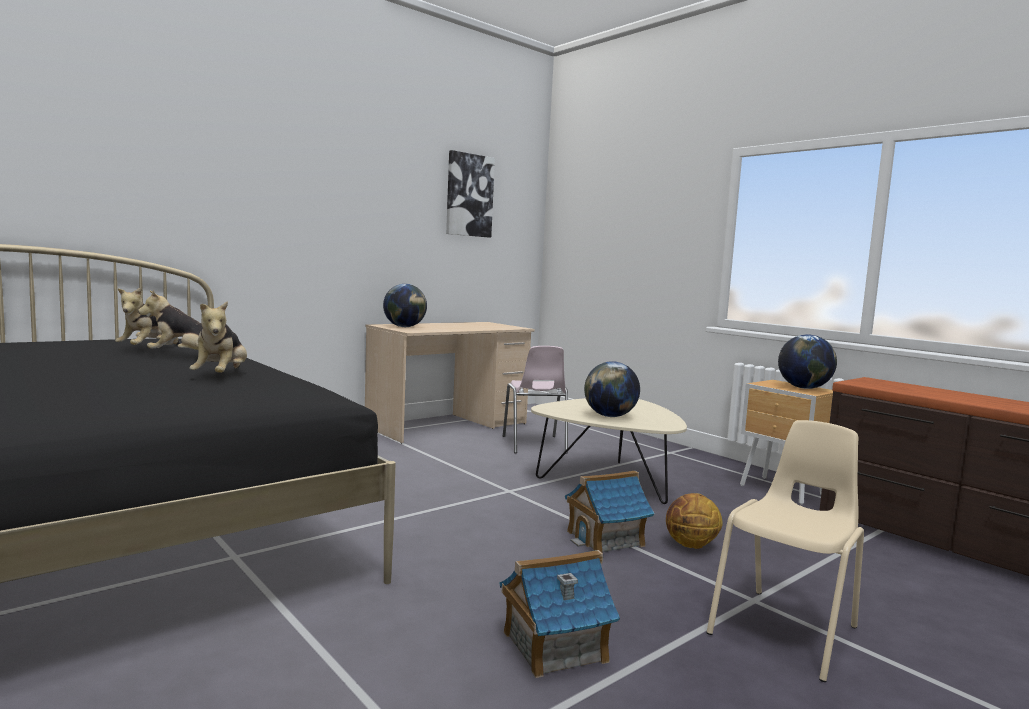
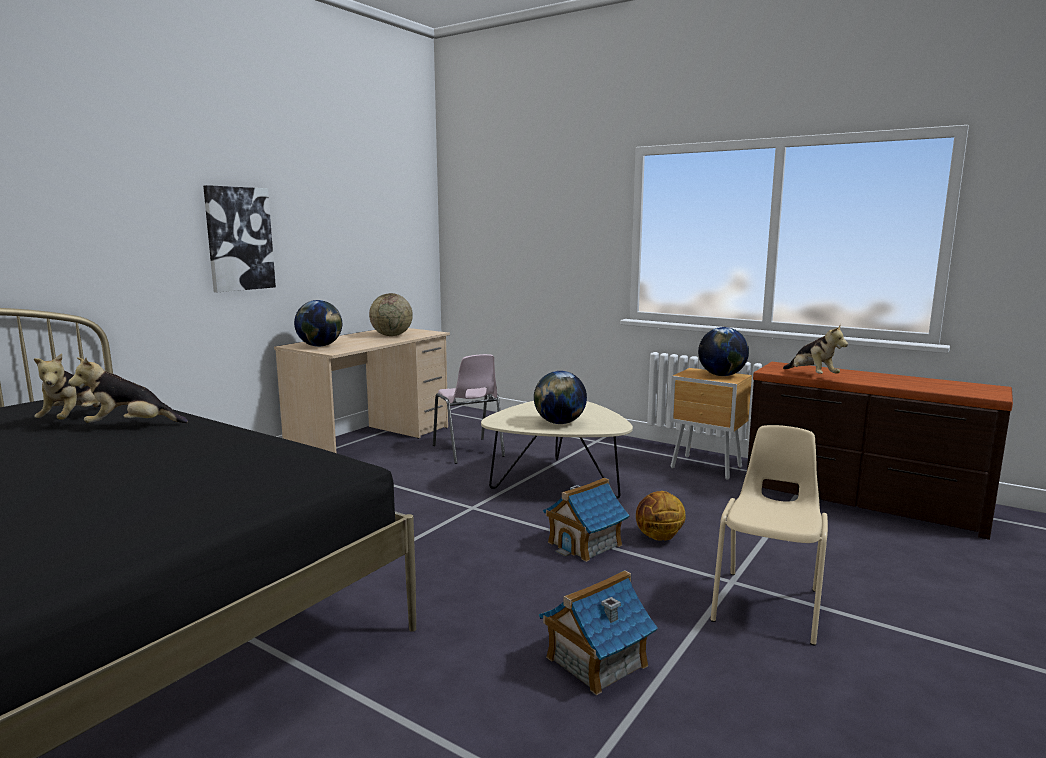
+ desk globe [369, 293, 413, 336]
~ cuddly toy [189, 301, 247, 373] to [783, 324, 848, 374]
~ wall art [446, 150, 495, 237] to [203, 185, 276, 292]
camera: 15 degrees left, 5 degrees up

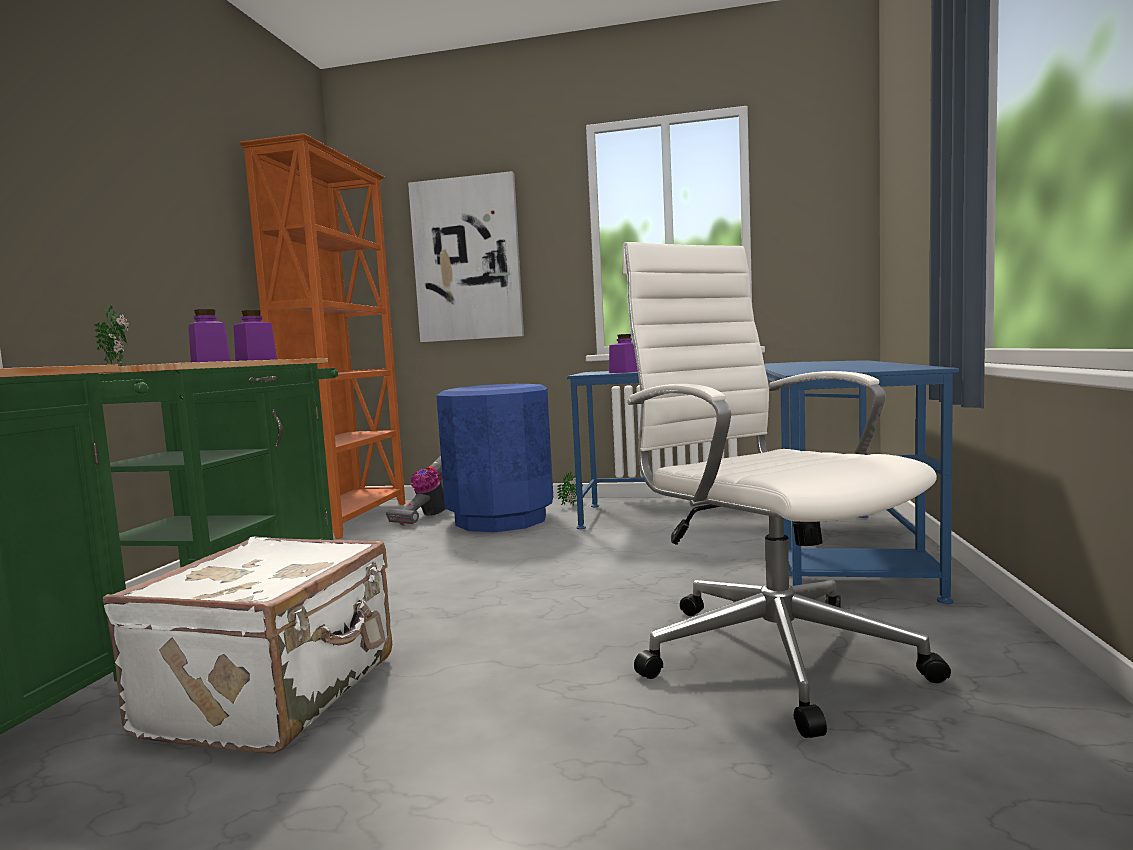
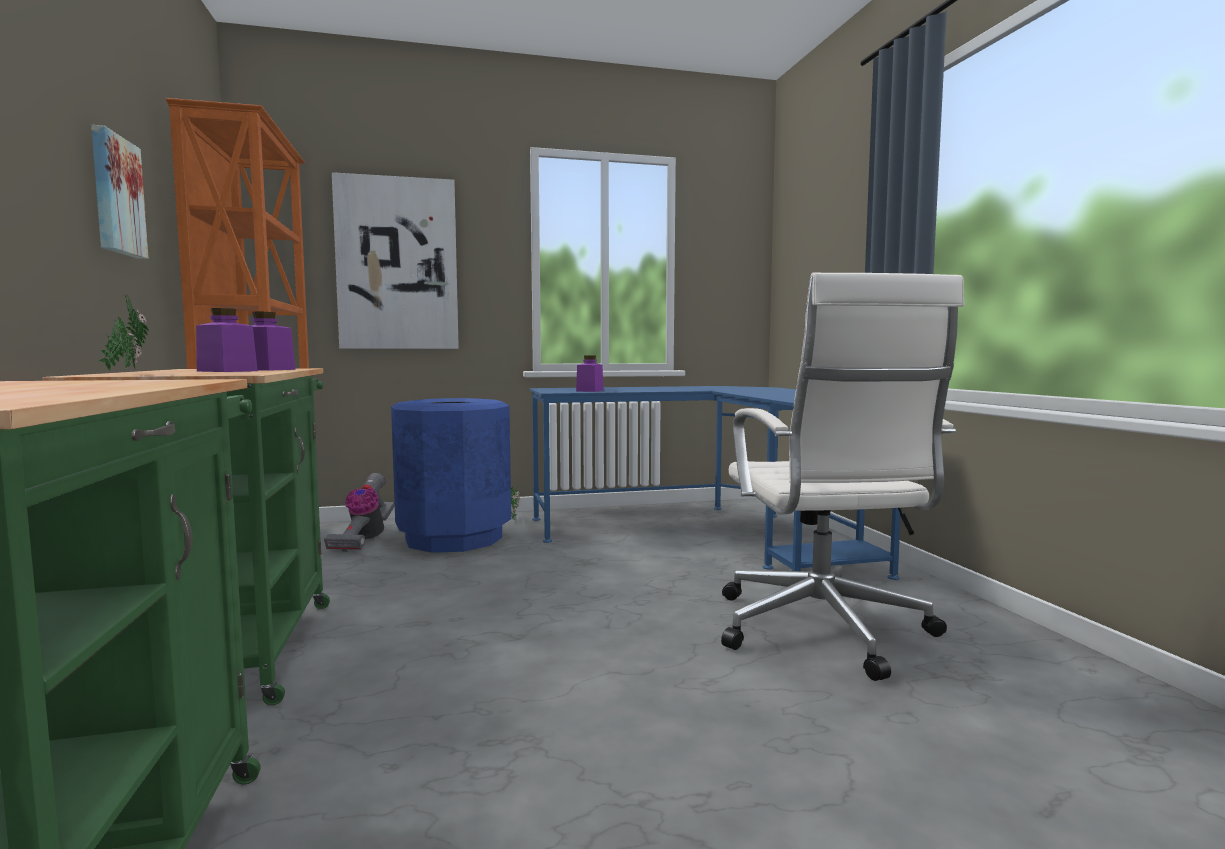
- white-coloured piece of luggage [103, 536, 392, 754]
+ wall art [91, 125, 148, 259]
~ white-coloured desk chair [622, 242, 951, 738] = [721, 272, 964, 681] 135 degrees counterclockwise
camera: 25 degrees left, 0 degrees up

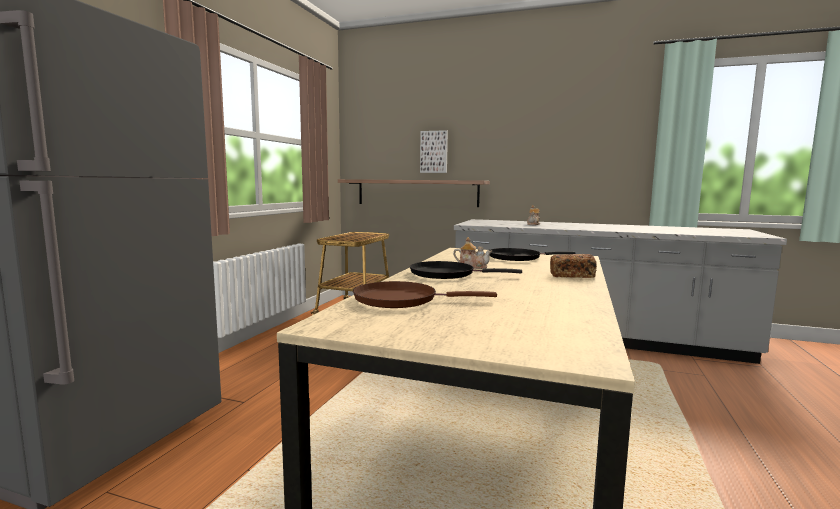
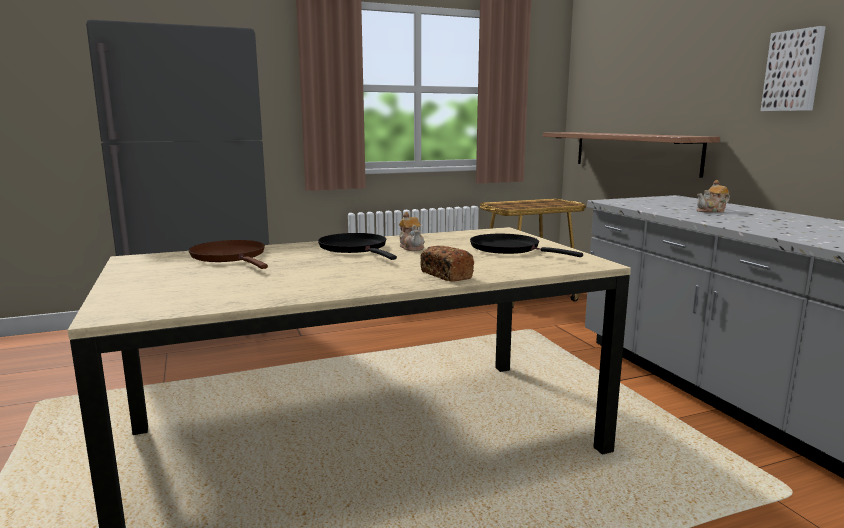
~ wall art [420, 130, 448, 173] to [761, 26, 826, 111]
camera: 50 degrees right, 5 degrees up

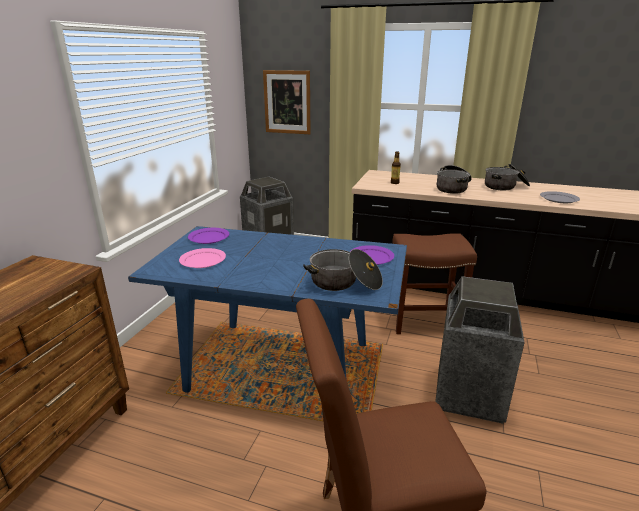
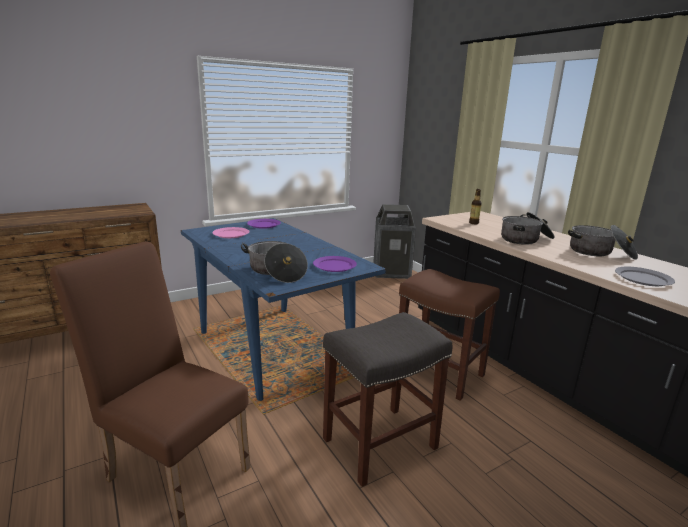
- wall art [263, 70, 310, 134]
~ trash can [435, 276, 525, 424] to grey stool seat [323, 312, 452, 487]
camera: 40 degrees right, 5 degrees down

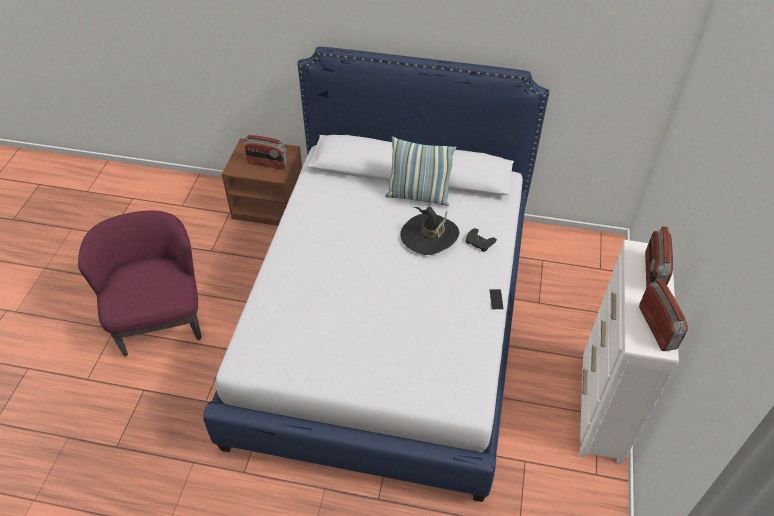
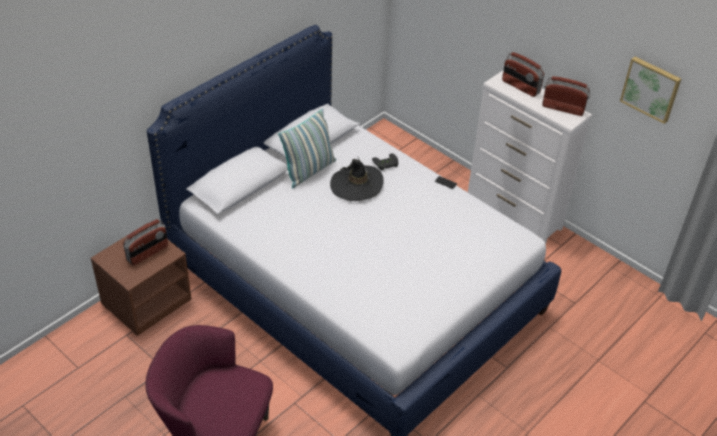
+ wall art [620, 57, 681, 124]
camera: 60 degrees left, 5 degrees down

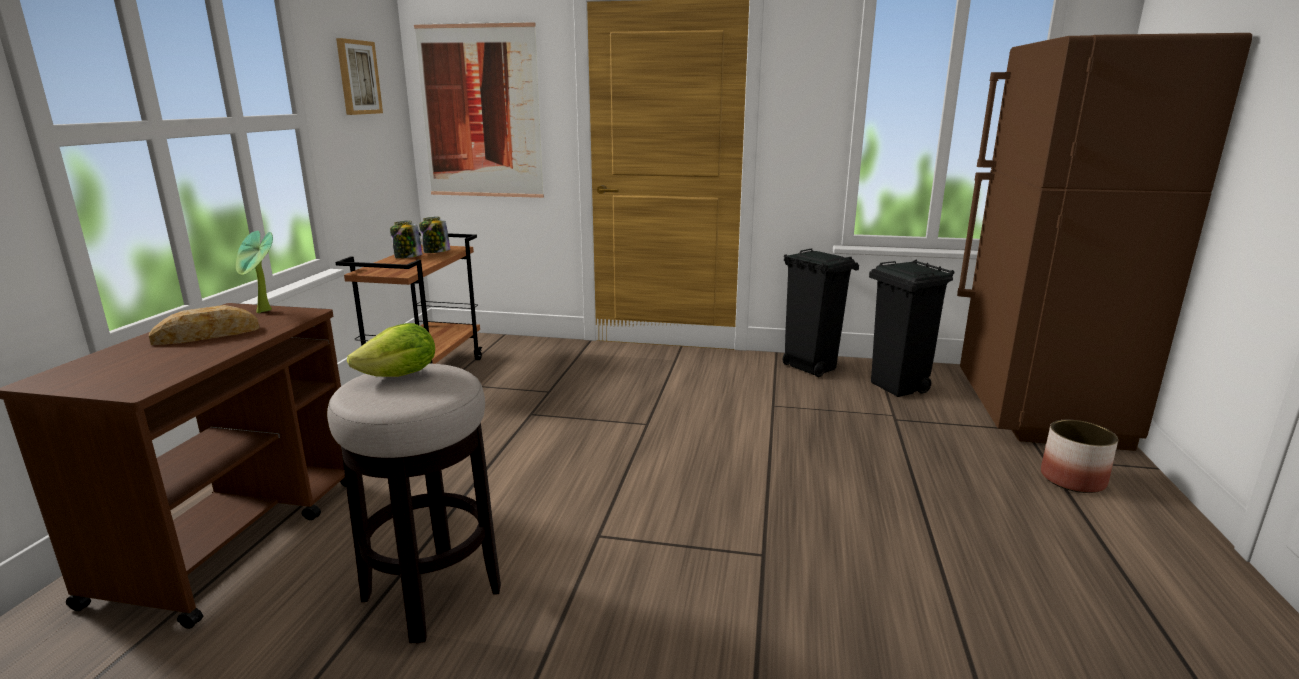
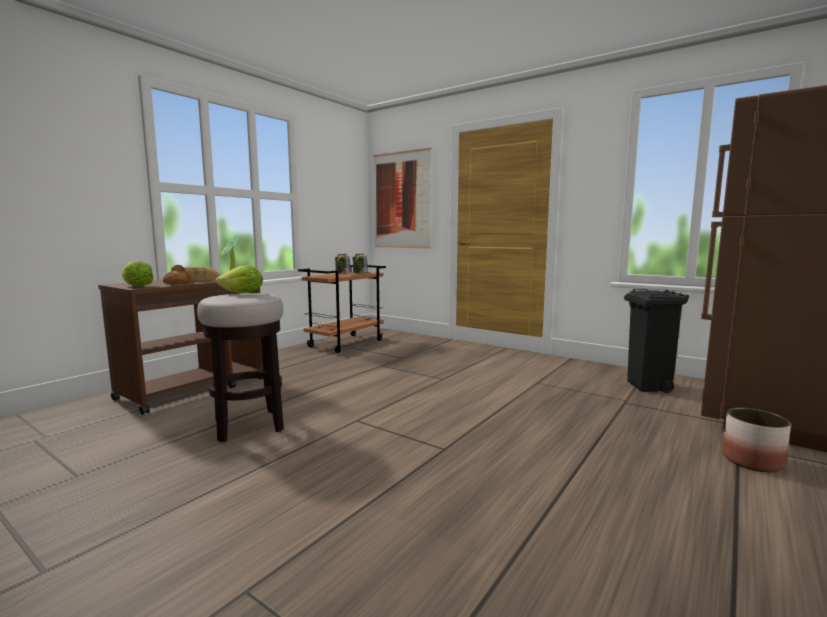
- wall art [336, 38, 383, 115]
- black trash can [783, 248, 859, 377]
+ head of lettuce [122, 261, 154, 286]
+ bread [163, 265, 191, 284]
camera: 25 degrees right, 10 degrees down

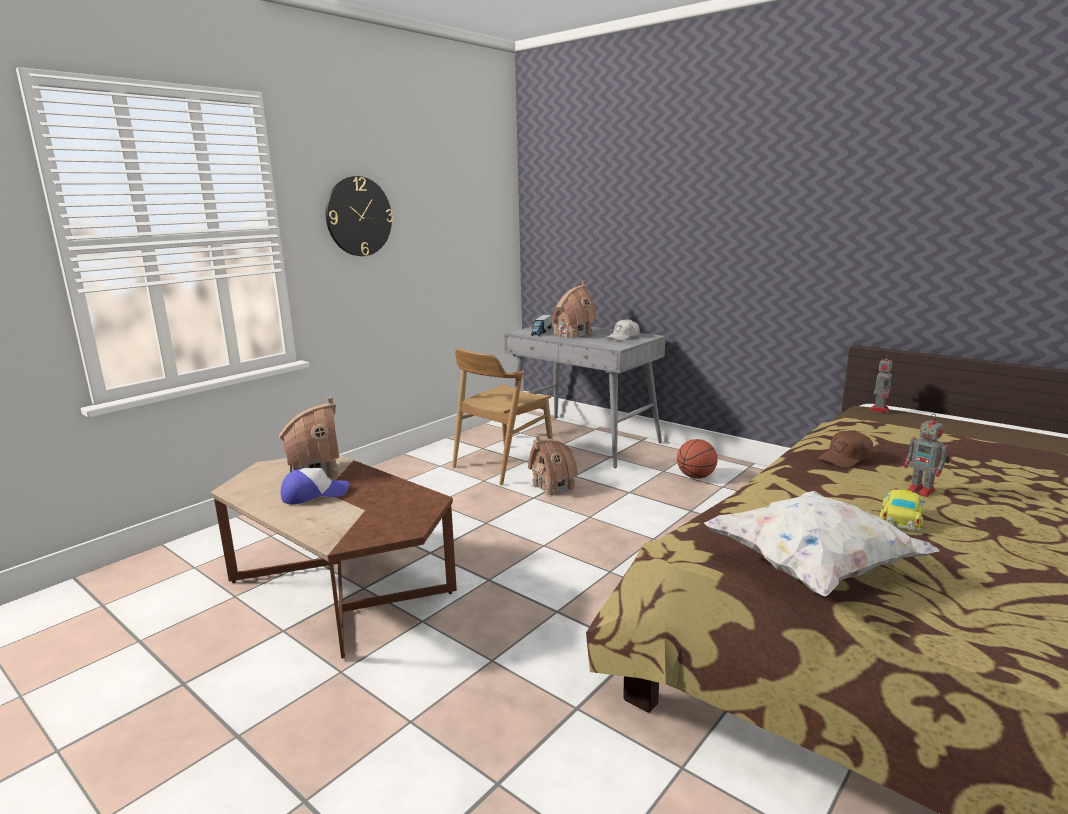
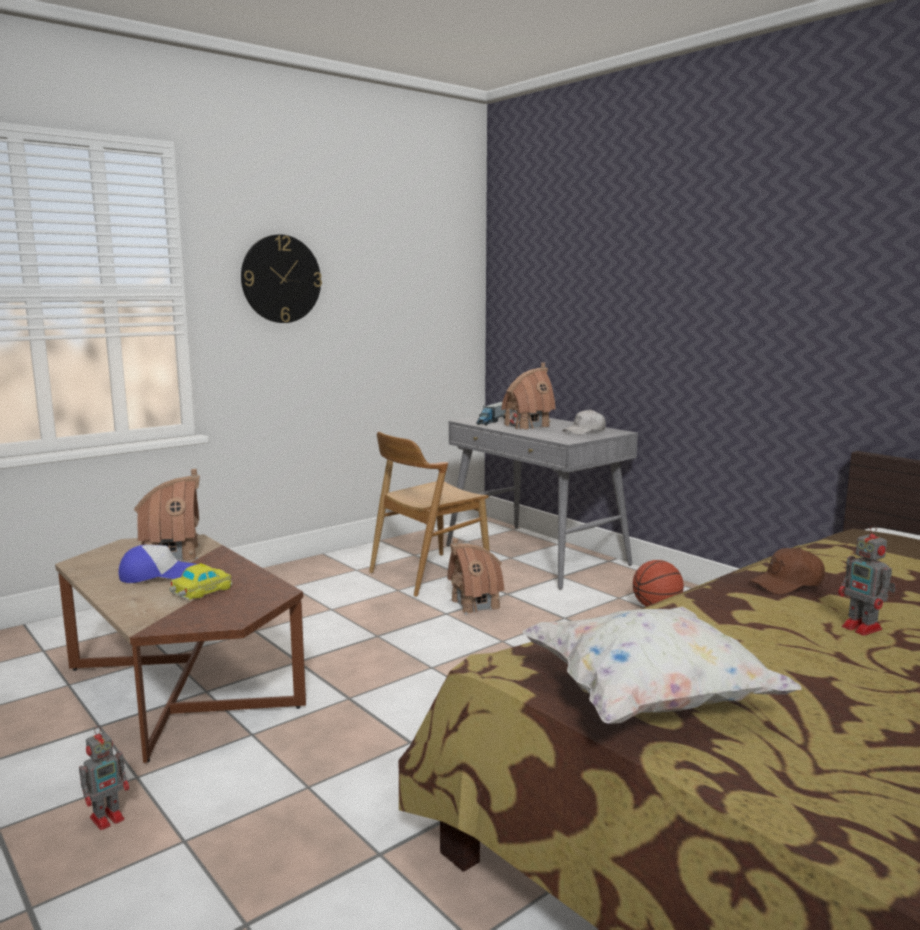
~ toy robot [870, 354, 893, 413] to [79, 726, 129, 830]
~ miniature car [880, 489, 925, 531] to [169, 563, 232, 600]
camera: 10 degrees right, 5 degrees down

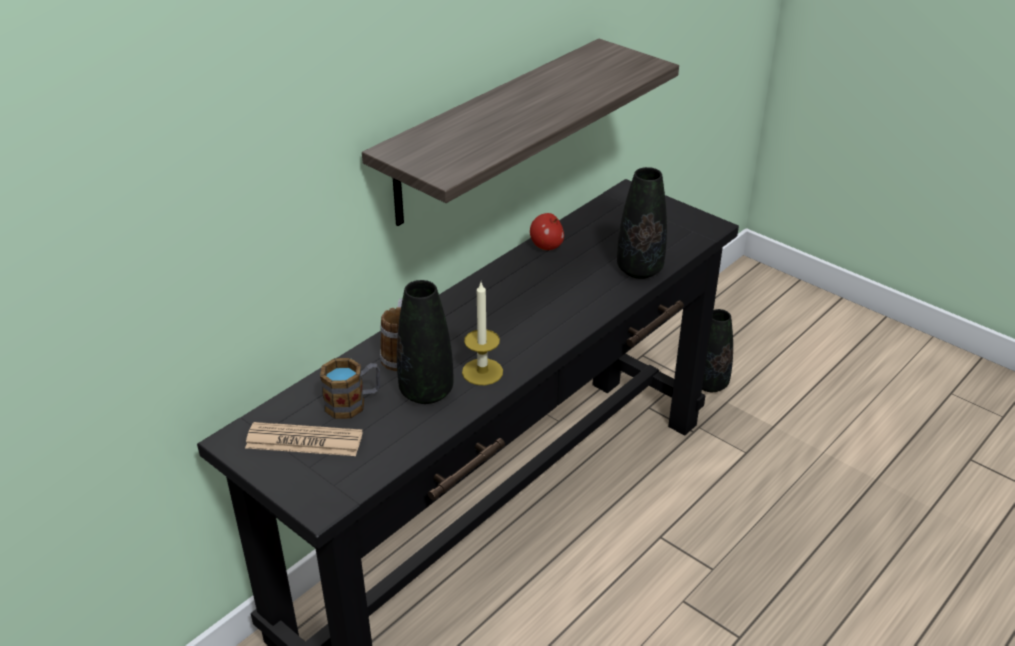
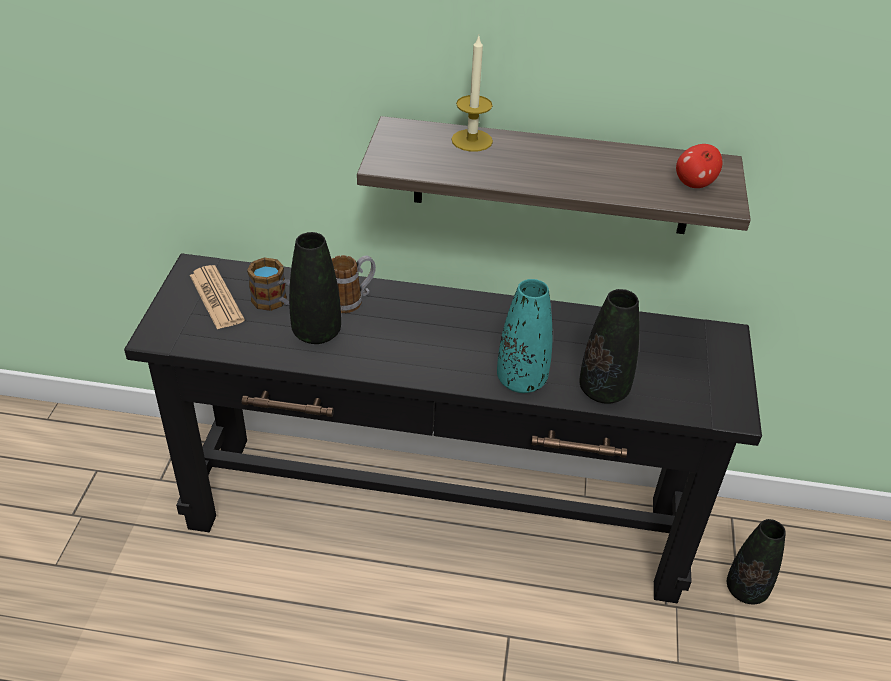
+ turquoise vase [497, 279, 553, 393]
~ candle [462, 282, 503, 385] to [451, 36, 493, 152]
~ whole apple [530, 213, 564, 250] to [676, 144, 722, 188]
camera: 55 degrees right, 5 degrees up

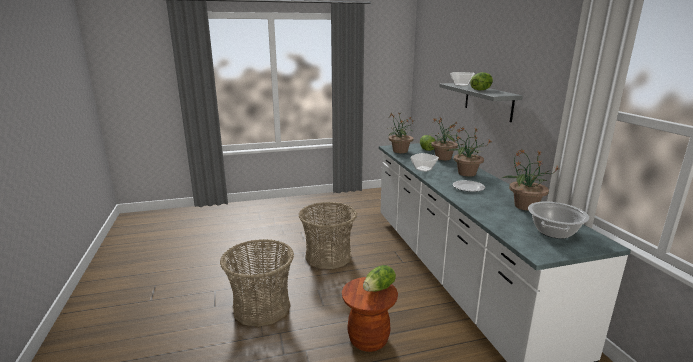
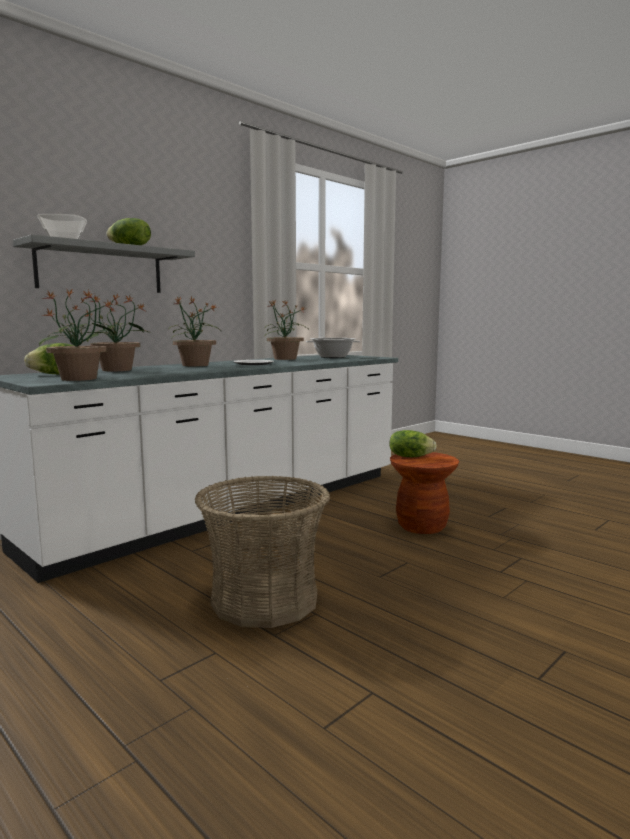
- basket [220, 239, 294, 327]
- bowl [410, 153, 439, 172]
camera: 120 degrees left, 10 degrees down

